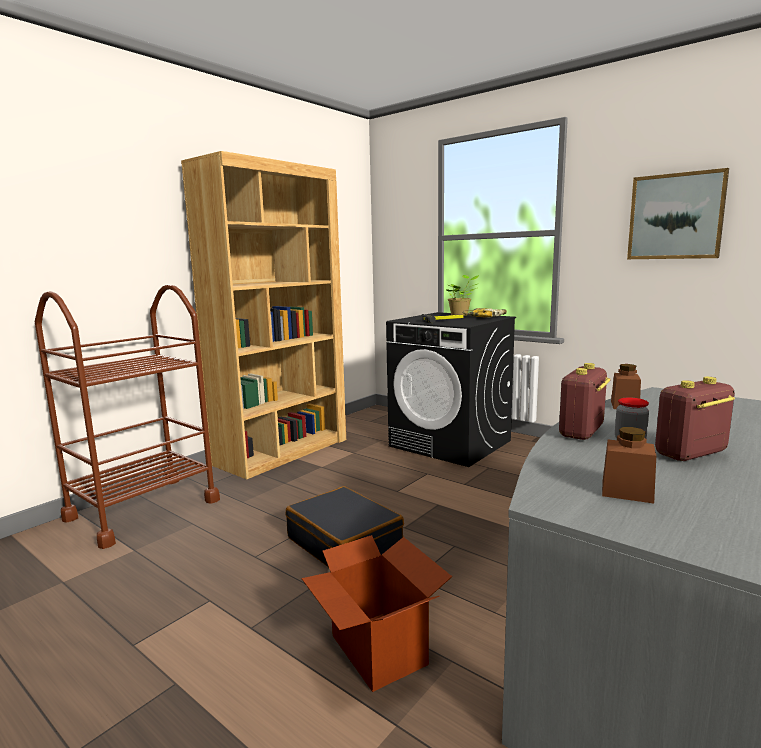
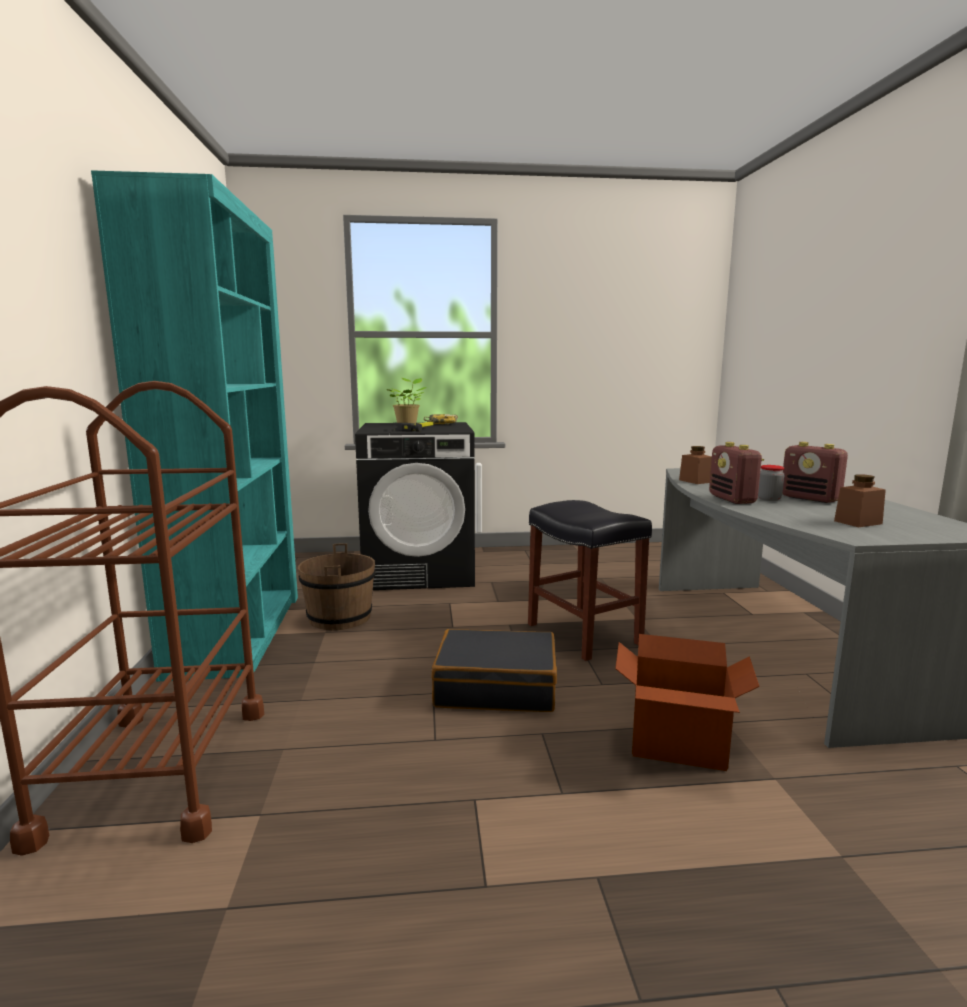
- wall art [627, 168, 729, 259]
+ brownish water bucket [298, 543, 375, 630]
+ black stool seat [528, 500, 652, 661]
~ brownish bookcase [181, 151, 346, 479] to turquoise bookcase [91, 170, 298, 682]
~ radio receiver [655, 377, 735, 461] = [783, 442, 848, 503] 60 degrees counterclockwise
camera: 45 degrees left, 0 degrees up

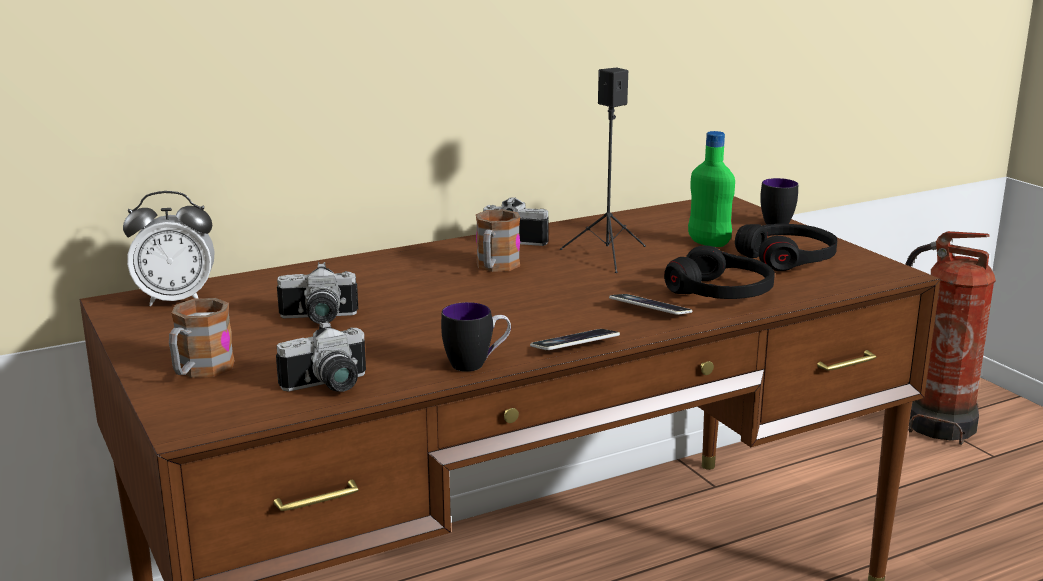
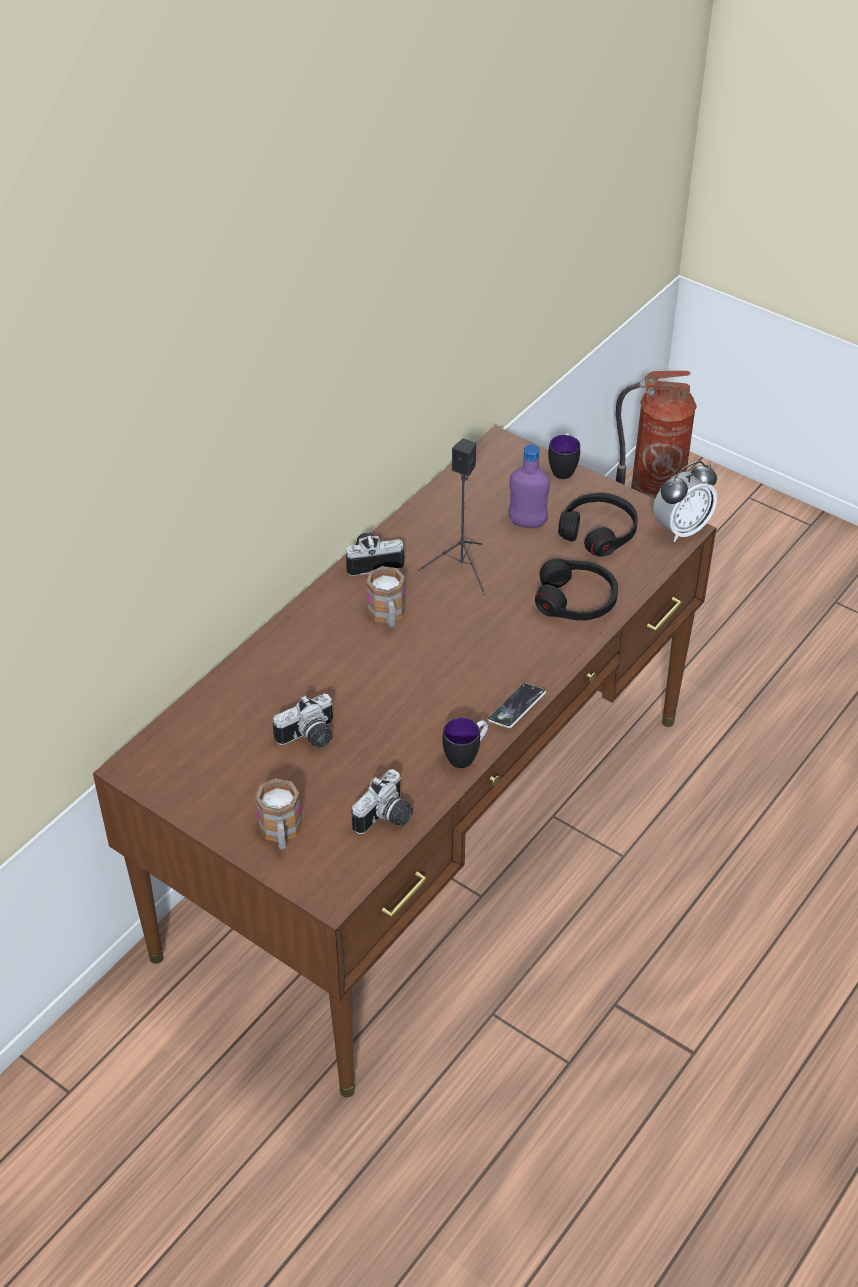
- telephone [609, 294, 692, 315]
~ table clock [123, 191, 215, 306] to [653, 461, 717, 542]
~ greenish bottle [688, 131, 735, 247] to purplish bottle [508, 444, 550, 528]
camera: 25 degrees left, 25 degrees up

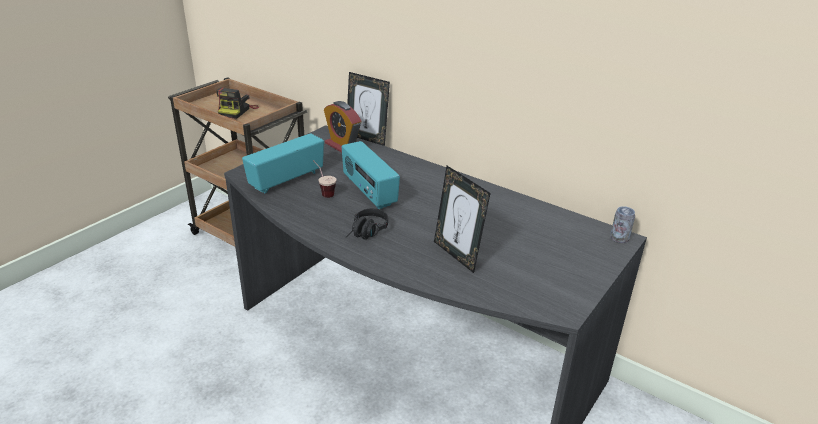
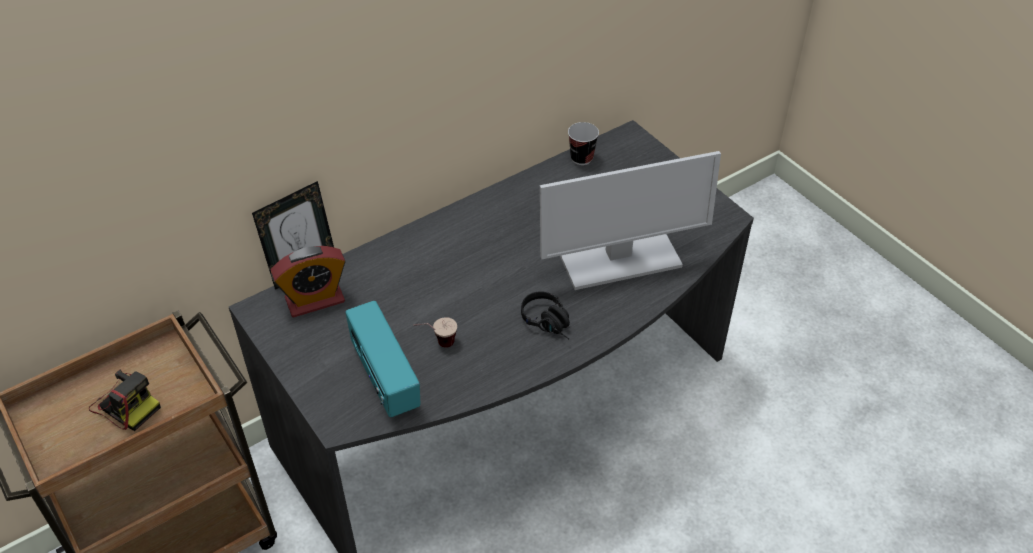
- radio receiver [342, 141, 400, 209]
- sealed can [610, 206, 635, 243]
+ small cup [568, 122, 599, 165]
~ photo frame [434, 166, 491, 273] to computer screen [540, 151, 721, 290]
camera: 70 degrees left, 15 degrees up

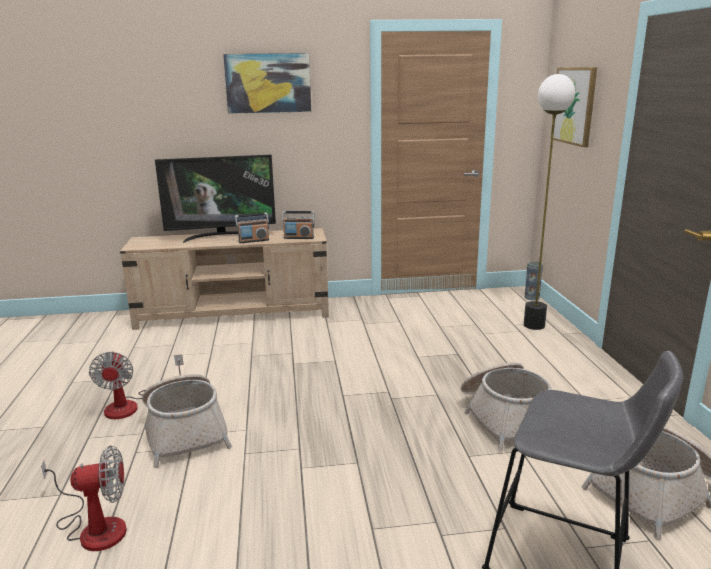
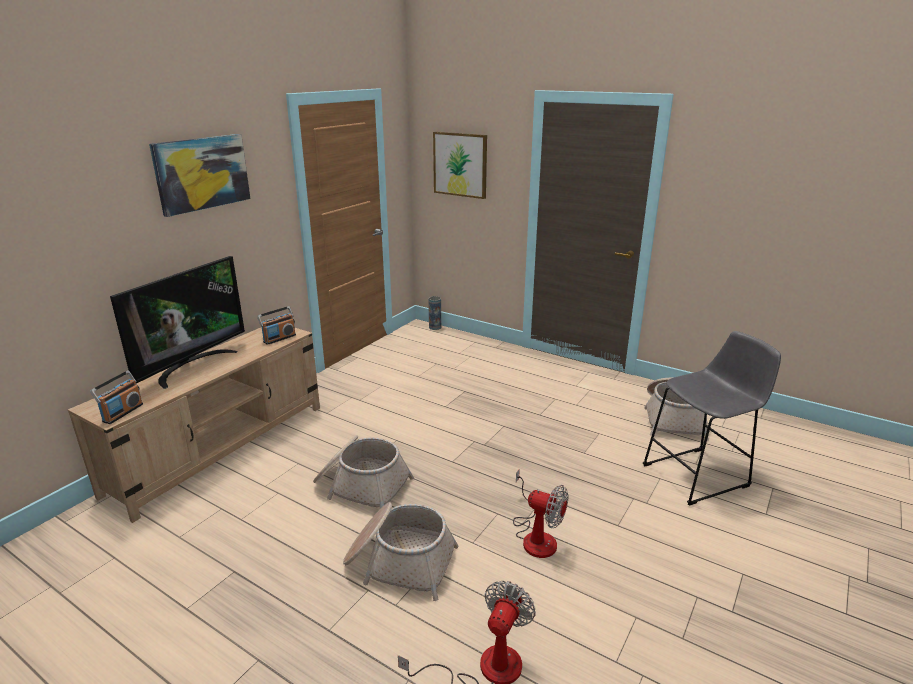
- standard lamp [524, 74, 575, 330]
~ electric fan [89, 351, 184, 419] to [513, 469, 568, 558]
~ radio receiver [235, 212, 269, 243] to [90, 370, 143, 424]
~ basket [461, 362, 551, 451] to [313, 435, 414, 509]
camera: 50 degrees left, 5 degrees up

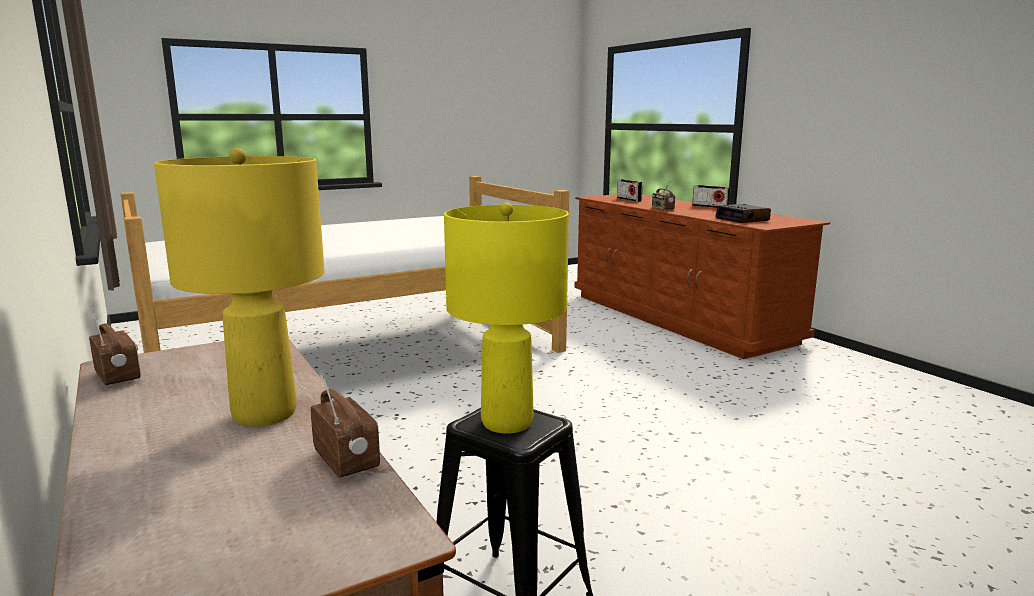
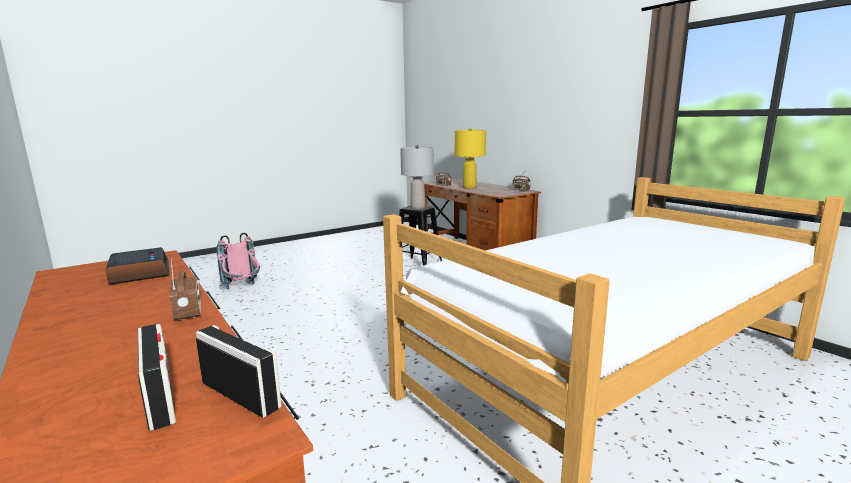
+ pink backpack [216, 233, 260, 289]
~ radio receiver [692, 185, 731, 208] to [196, 325, 282, 418]
~ yellow-coloured table lamp [444, 202, 569, 433] to grey table lamp [400, 145, 434, 209]
camera: 175 degrees right, 0 degrees up

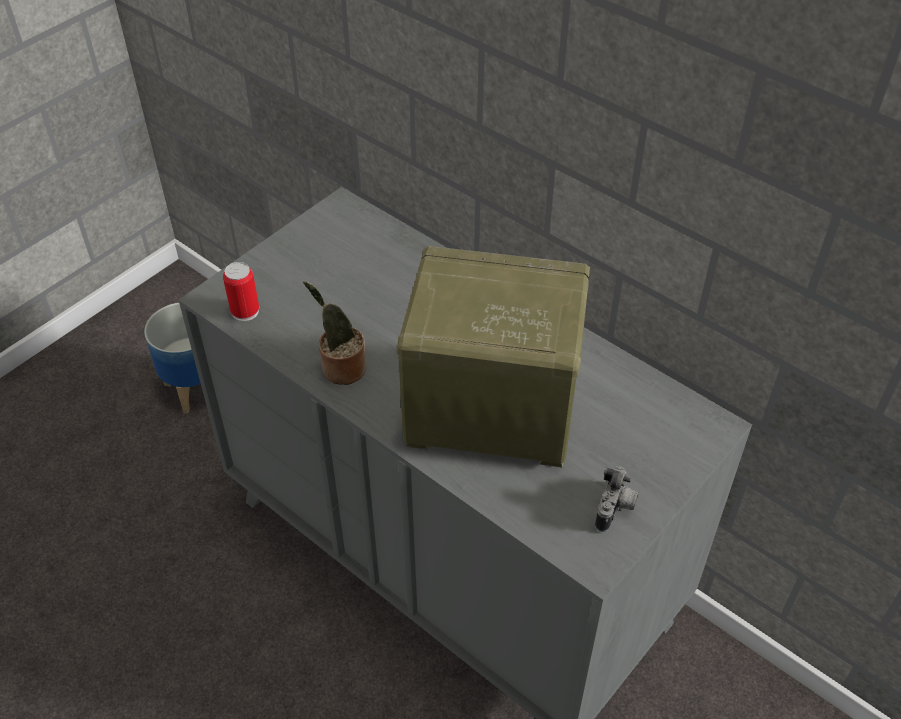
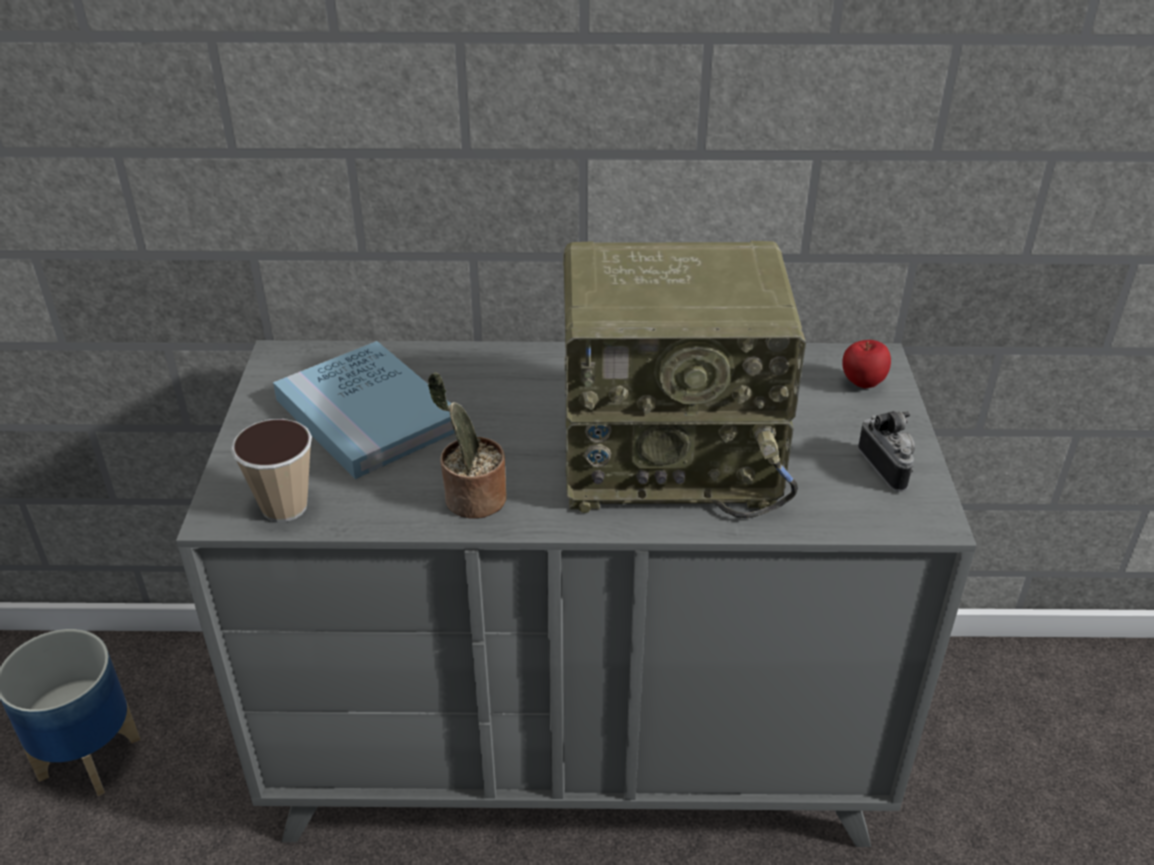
+ blue-coloured volume [273, 341, 455, 479]
+ whole apple [843, 340, 891, 388]
~ sealed can [223, 262, 259, 321] to small cup [230, 419, 312, 522]
~ radio receiver [397, 246, 590, 468] = [563, 241, 806, 518] 150 degrees counterclockwise
camera: 40 degrees left, 10 degrees down

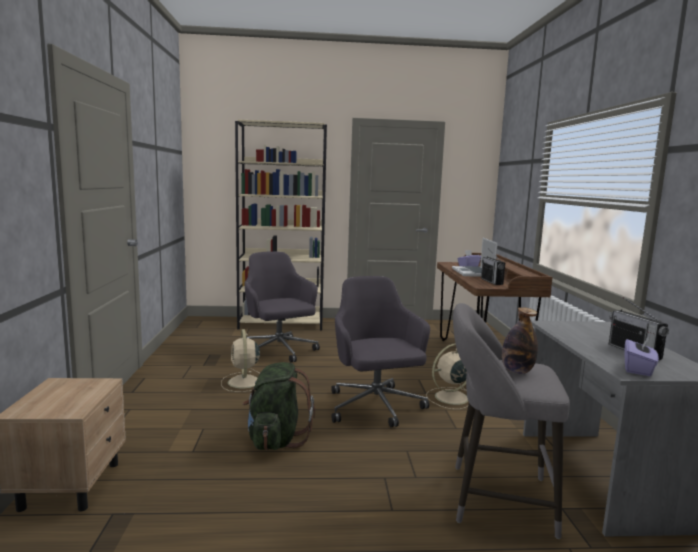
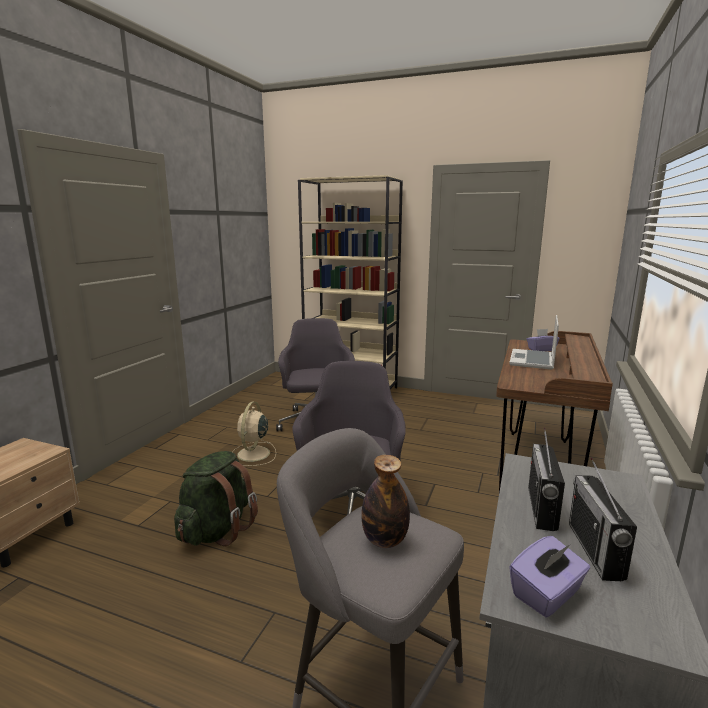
- sand-coloured electric fan [426, 343, 468, 409]
~ radio receiver [481, 248, 505, 285] to [528, 428, 565, 531]
camera: 25 degrees right, 5 degrees up

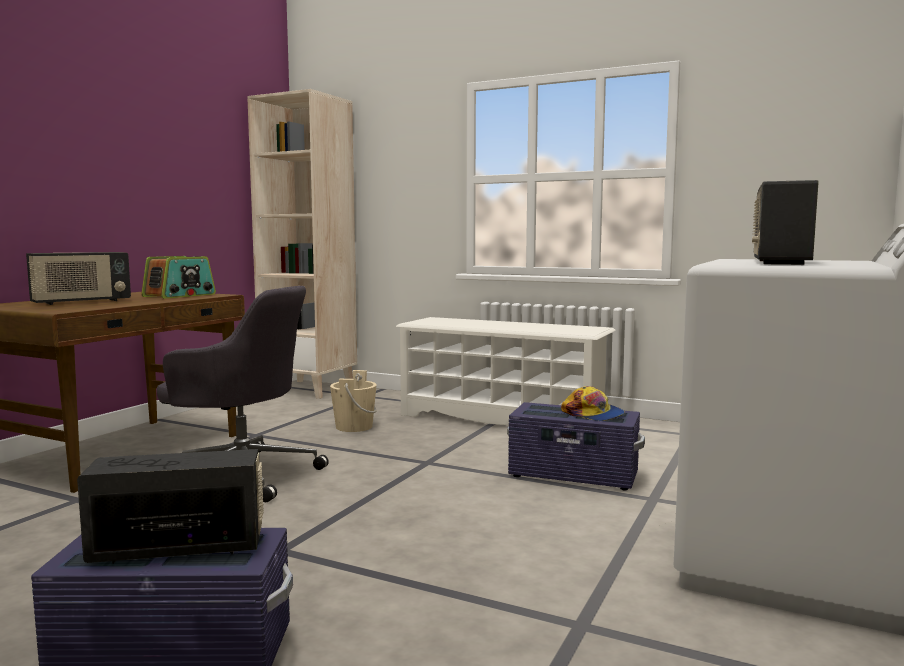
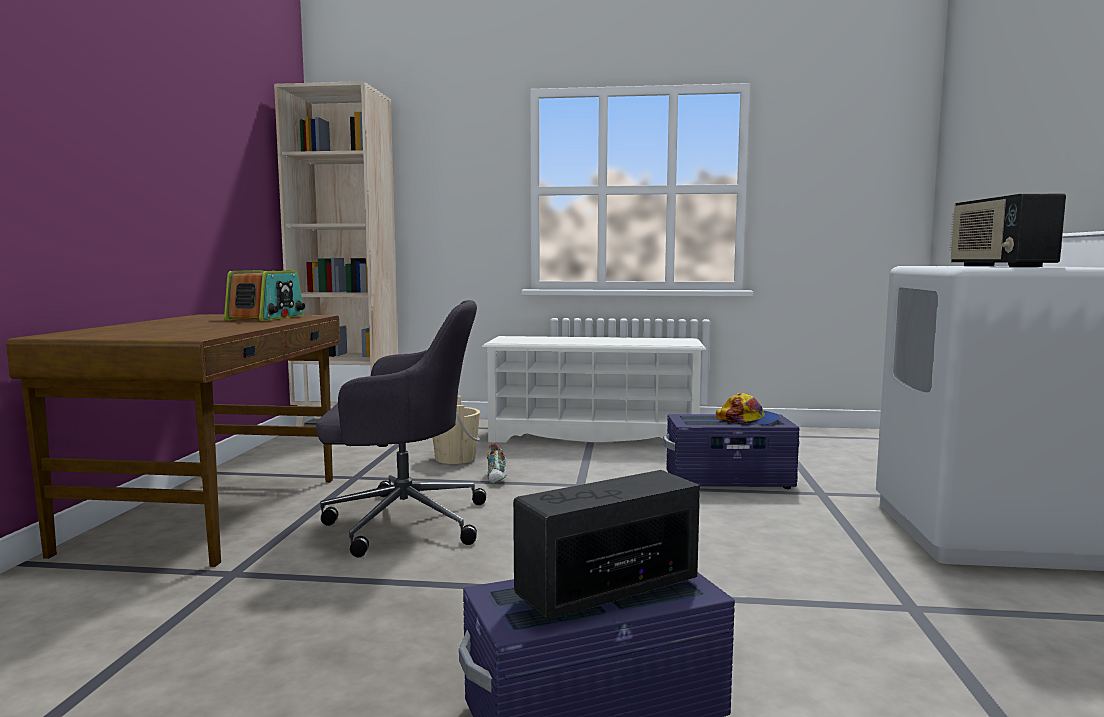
- radio receiver [26, 252, 131, 305]
+ shoe [487, 443, 507, 484]
camera: 20 degrees left, 0 degrees up

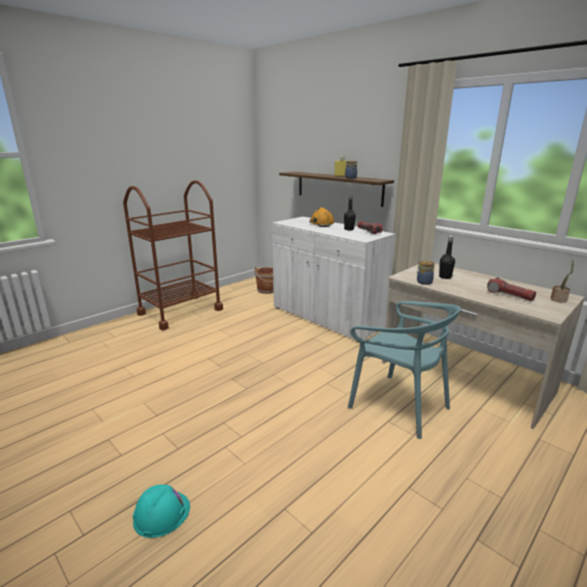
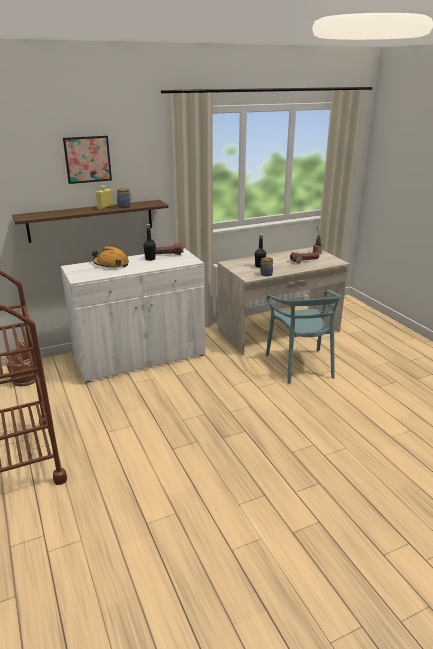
- turquoise hard hat [133, 484, 190, 538]
+ wall art [63, 136, 112, 184]
~ turquoise upright chair [348, 301, 461, 439] = [266, 290, 341, 384] 105 degrees clockwise
camera: 70 degrees left, 5 degrees up

